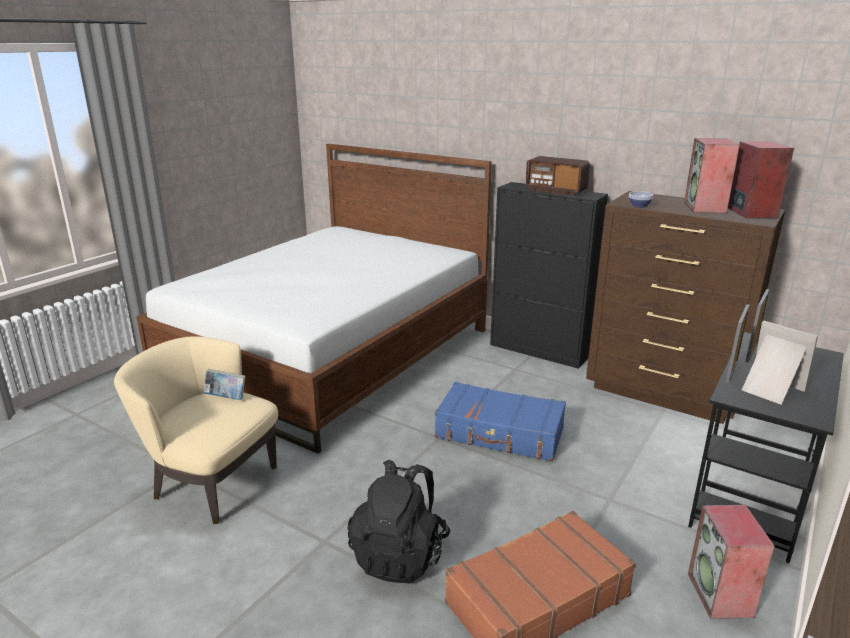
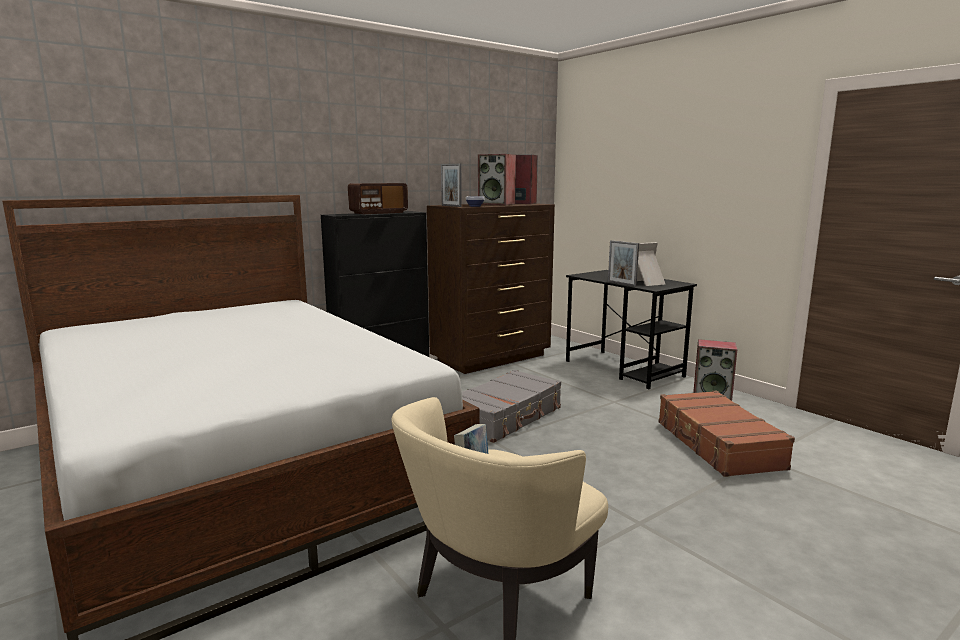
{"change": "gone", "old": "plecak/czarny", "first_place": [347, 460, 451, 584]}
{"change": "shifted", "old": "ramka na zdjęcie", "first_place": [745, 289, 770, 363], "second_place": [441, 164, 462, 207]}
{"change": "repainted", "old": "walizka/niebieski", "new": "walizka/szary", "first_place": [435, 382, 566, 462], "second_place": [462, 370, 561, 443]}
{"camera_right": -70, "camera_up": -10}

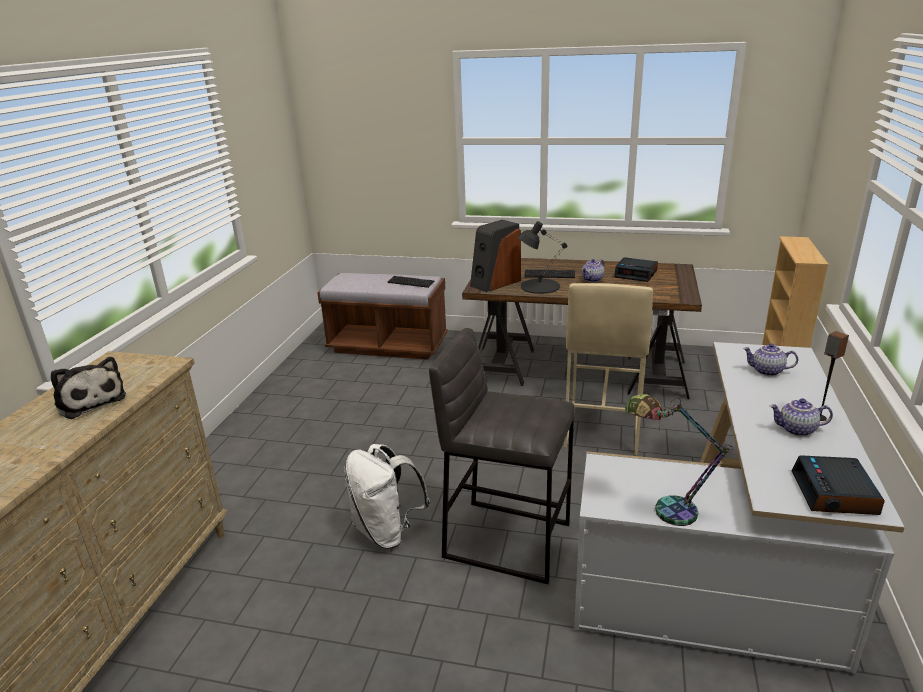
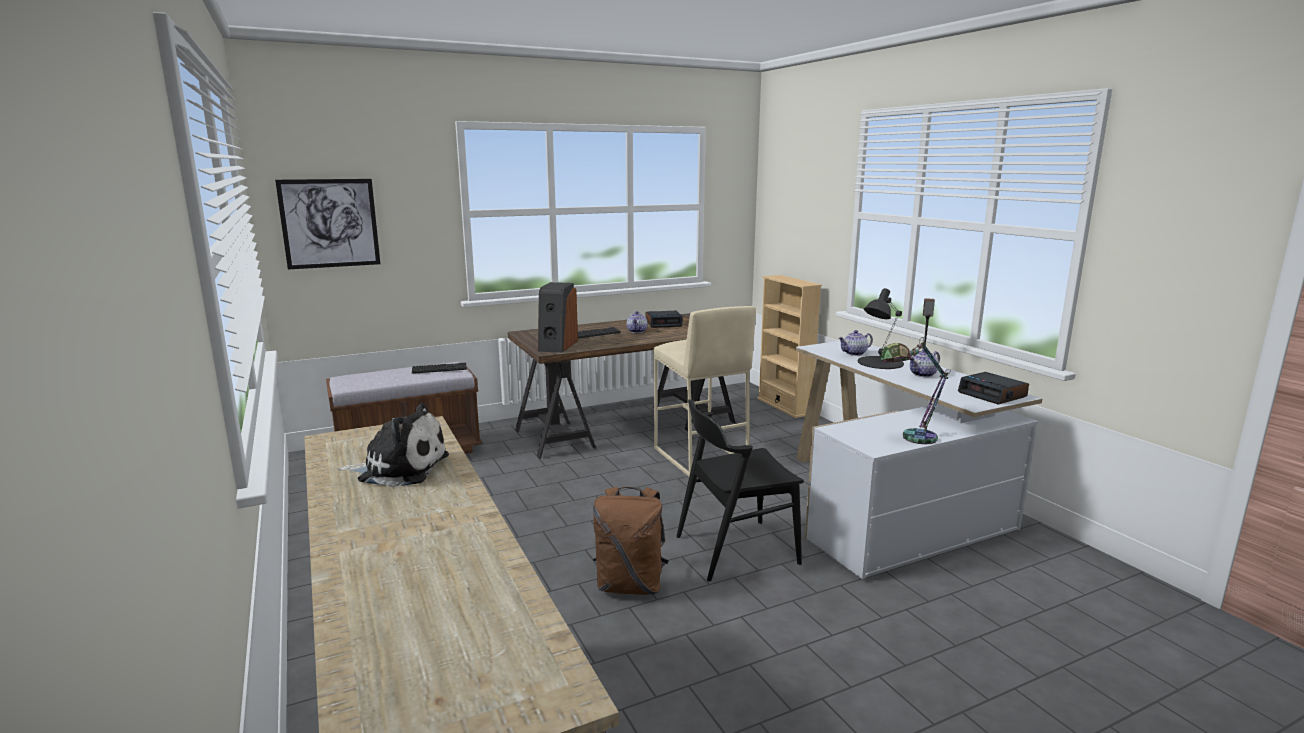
{"change": "new", "new": "obraz", "second_place": [275, 179, 380, 269]}
{"change": "shifted", "old": "lampa stołowa/czarny", "first_place": [517, 221, 567, 294], "second_place": [858, 288, 904, 369]}
{"change": "swapped", "old": "stołek/szary", "new": "krzesło/czarny", "first_place": [429, 328, 575, 584], "second_place": [676, 399, 804, 582]}
{"change": "repainted", "old": "plecak/biały", "new": "plecak/brązowy", "first_place": [344, 444, 430, 549], "second_place": [593, 486, 669, 595]}
{"camera_right": -40, "camera_up": -10}

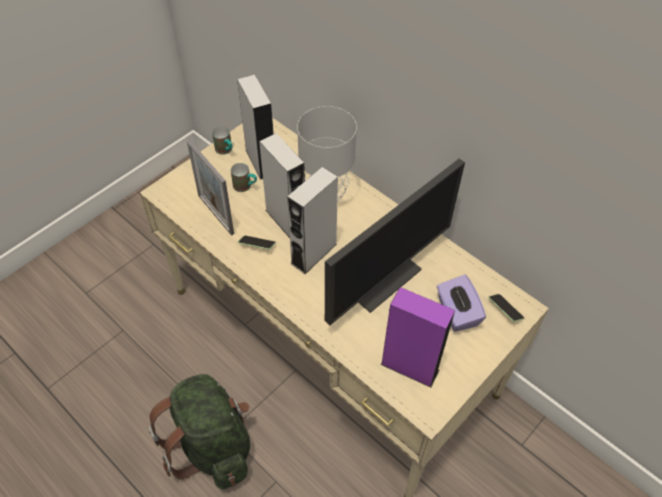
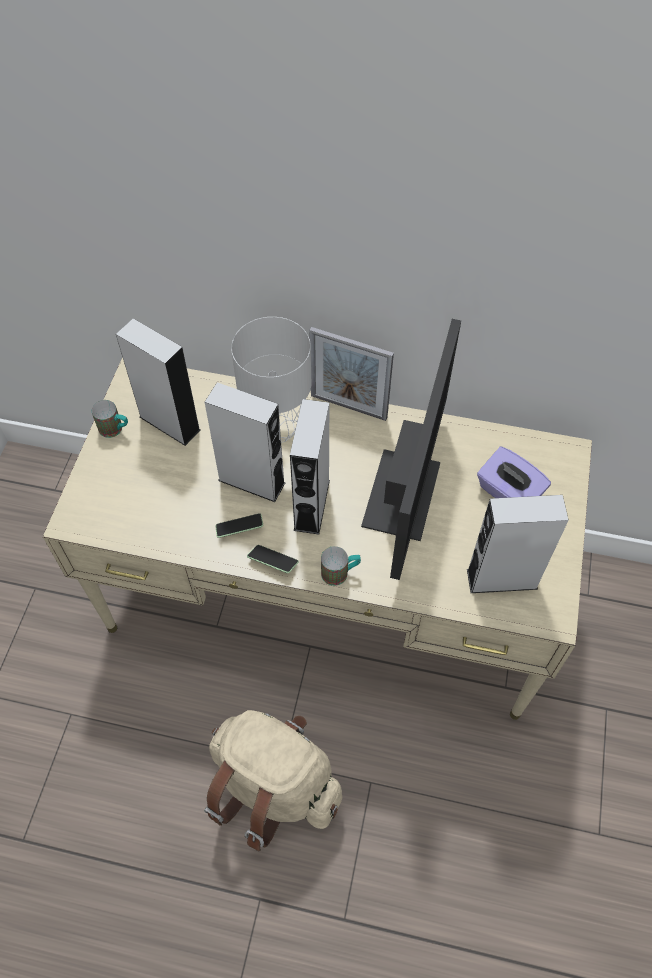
{"change": "shifted", "old": "ramka na zdjęcie", "first_place": [187, 140, 234, 236], "second_place": [309, 327, 394, 421]}
{"change": "shifted", "old": "kubek", "first_place": [231, 163, 257, 192], "second_place": [321, 546, 361, 586]}
{"change": "shifted", "old": "telefon", "first_place": [488, 294, 524, 322], "second_place": [247, 545, 299, 573]}
{"change": "repainted", "old": "plecak/zielony", "new": "plecak/beżowy", "first_place": [148, 374, 250, 490], "second_place": [204, 710, 342, 851]}
{"change": "repainted", "old": "głośnik/fioletowy", "new": "głośnik/szary", "first_place": [380, 287, 455, 388], "second_place": [467, 495, 569, 593]}
{"camera_right": -30, "camera_up": 5}

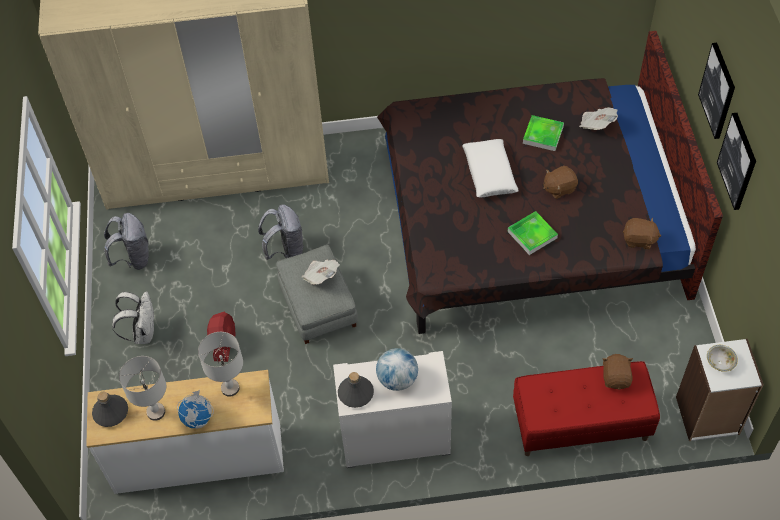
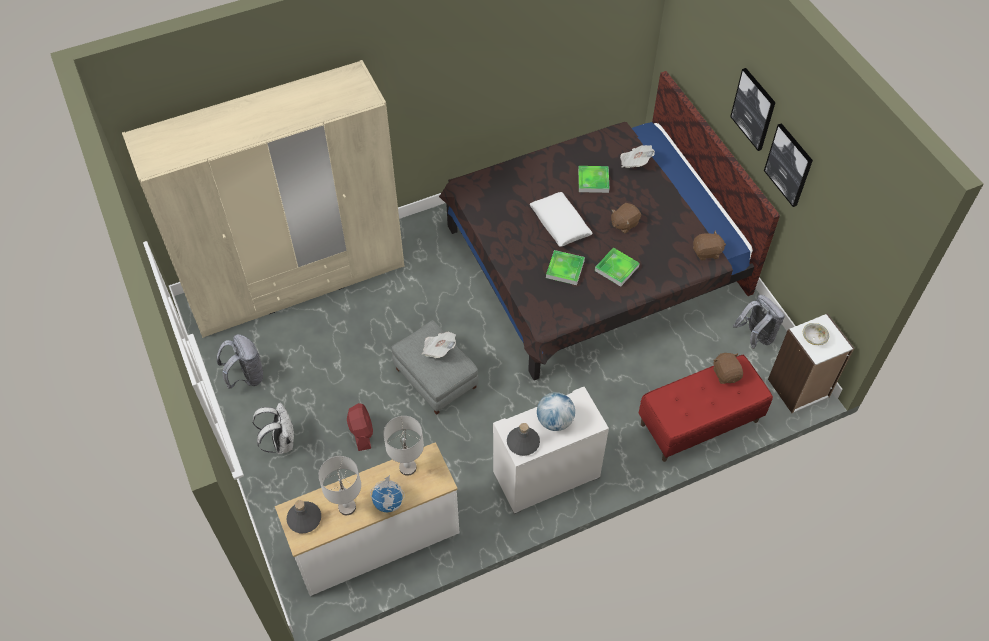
{"change": "new", "new": "taca", "second_place": [546, 250, 585, 285]}
{"change": "shifted", "old": "plecak/szary", "first_place": [258, 204, 304, 260], "second_place": [733, 295, 785, 349]}
{"camera_right": -20, "camera_up": 0}

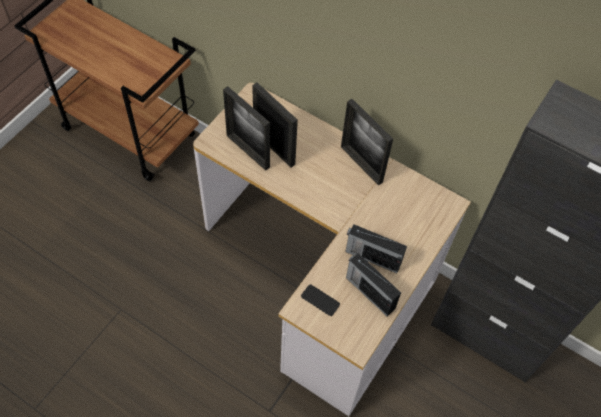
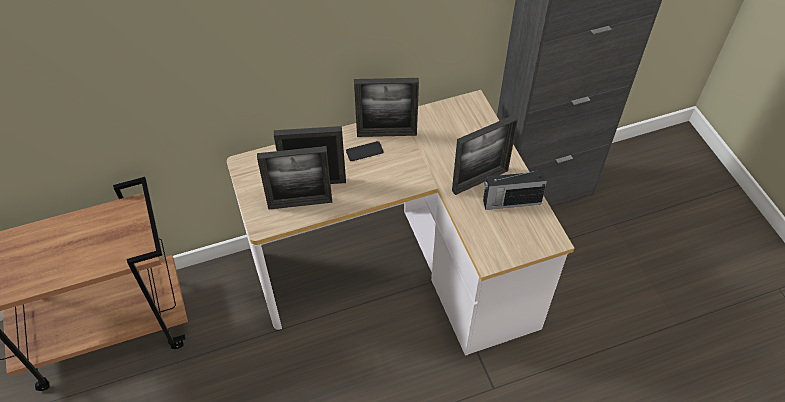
{"change": "shifted", "old": "telefon", "first_place": [301, 284, 340, 316], "second_place": [346, 141, 383, 161]}
{"change": "swapped", "old": "radio", "new": "ramka na zdjęcie", "first_place": [345, 224, 407, 273], "second_place": [452, 115, 518, 195]}
{"camera_right": -50, "camera_up": -5}

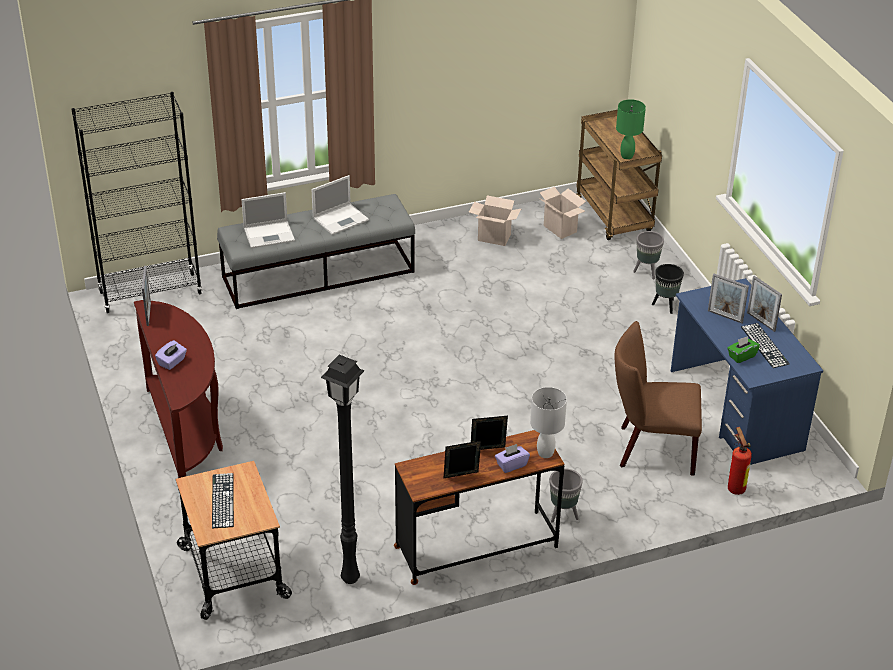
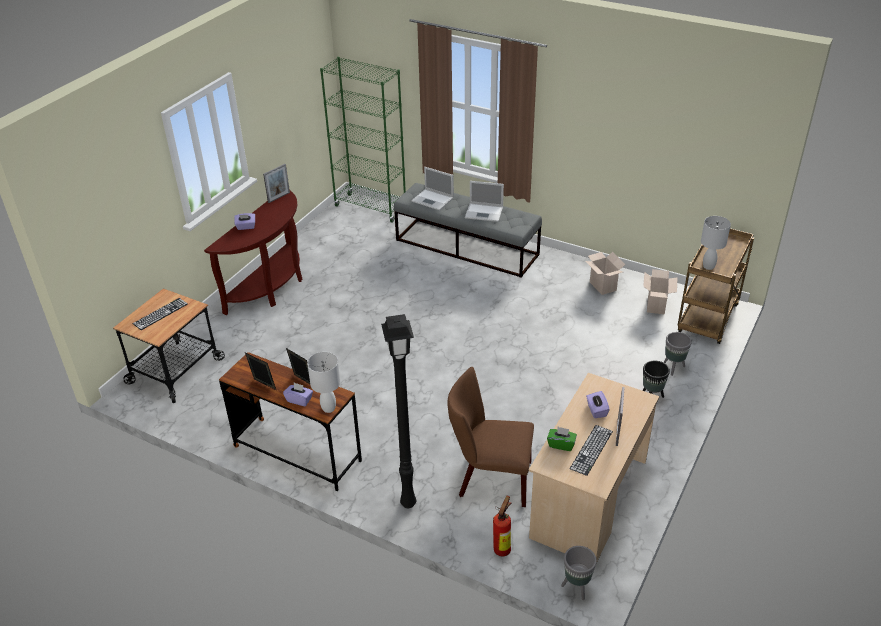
{"change": "shifted", "old": "lampa stojąca/czarny", "first_place": [321, 355, 365, 584], "second_place": [381, 314, 416, 508]}
{"change": "shifted", "old": "donica/szary", "first_place": [549, 469, 583, 523], "second_place": [561, 546, 597, 600]}
{"change": "swapped", "old": "ramka na zdjęcie", "new": "pudełko chusteczek/fioletowy", "first_place": [708, 274, 749, 323], "second_place": [586, 391, 610, 418]}
{"change": "repainted", "old": "regał/czarny", "new": "regał/zielony", "first_place": [71, 92, 203, 313], "second_place": [320, 57, 406, 223]}
{"change": "repainted", "old": "lampa stołowa/zielony", "new": "lampa stołowa/biały", "first_place": [616, 99, 646, 159], "second_place": [701, 216, 731, 270]}
{"change": "repainted", "old": "biurko/niebieski", "new": "biurko/beżowy", "first_place": [671, 278, 823, 465], "second_place": [529, 373, 659, 563]}
{"change": "rotated", "old": "krzesło/brązowy", "first_place": [615, 321, 702, 476], "second_place": [447, 367, 534, 507], "degrees": -45}
{"camera_right": 50, "camera_up": 0}

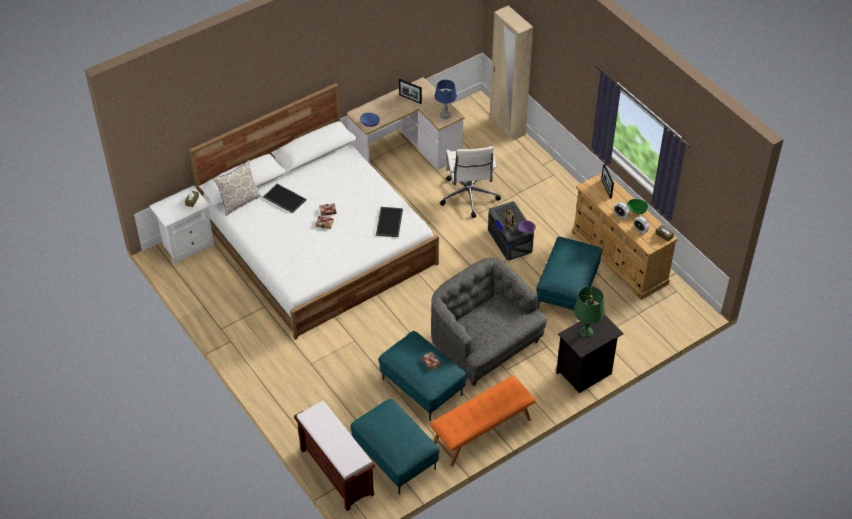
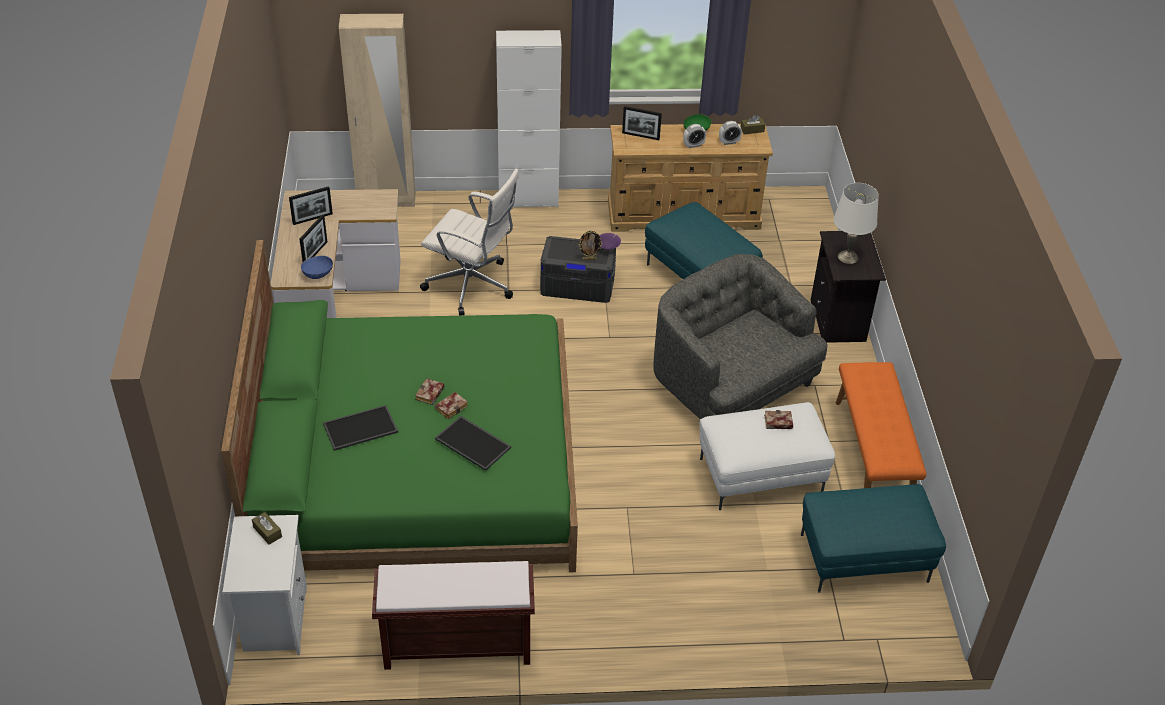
{"change": "gone", "old": "poduszka", "first_place": [213, 160, 261, 216]}
{"change": "gone", "old": "lampa stołowa/niebieski", "first_place": [435, 80, 457, 119]}
{"change": "new", "new": "ramka na zdjęcie", "second_place": [299, 215, 327, 262]}
{"change": "new", "new": "szafka/biały", "second_place": [496, 30, 562, 207]}
{"change": "shifted", "old": "ławka/brązowy", "first_place": [294, 401, 375, 511], "second_place": [372, 561, 535, 670]}
{"change": "shifted", "old": "taca", "first_place": [376, 207, 403, 237], "second_place": [435, 416, 511, 471]}
{"change": "repainted", "old": "łóżko/biały", "new": "łóżko/zielony", "first_place": [189, 83, 439, 340], "second_place": [221, 240, 578, 572]}
{"change": "repainted", "old": "pufa/turkusowy", "new": "pufa/biały", "first_place": [378, 331, 467, 421], "second_place": [699, 402, 835, 510]}
{"change": "repainted", "old": "lampa stołowa/zielony", "new": "lampa stołowa/biały", "first_place": [574, 286, 605, 338], "second_place": [834, 183, 879, 264]}
{"change": "rotated", "old": "fotel/szary", "first_place": [431, 258, 546, 386], "second_place": [653, 254, 828, 419], "degrees": 60}
{"camera_right": -60, "camera_up": -5}

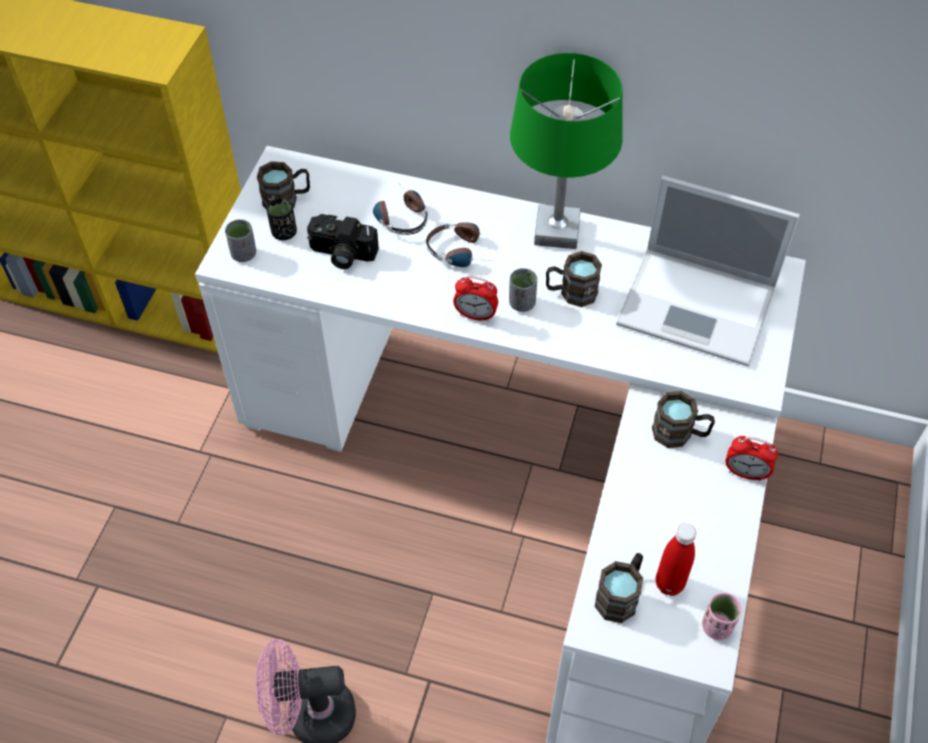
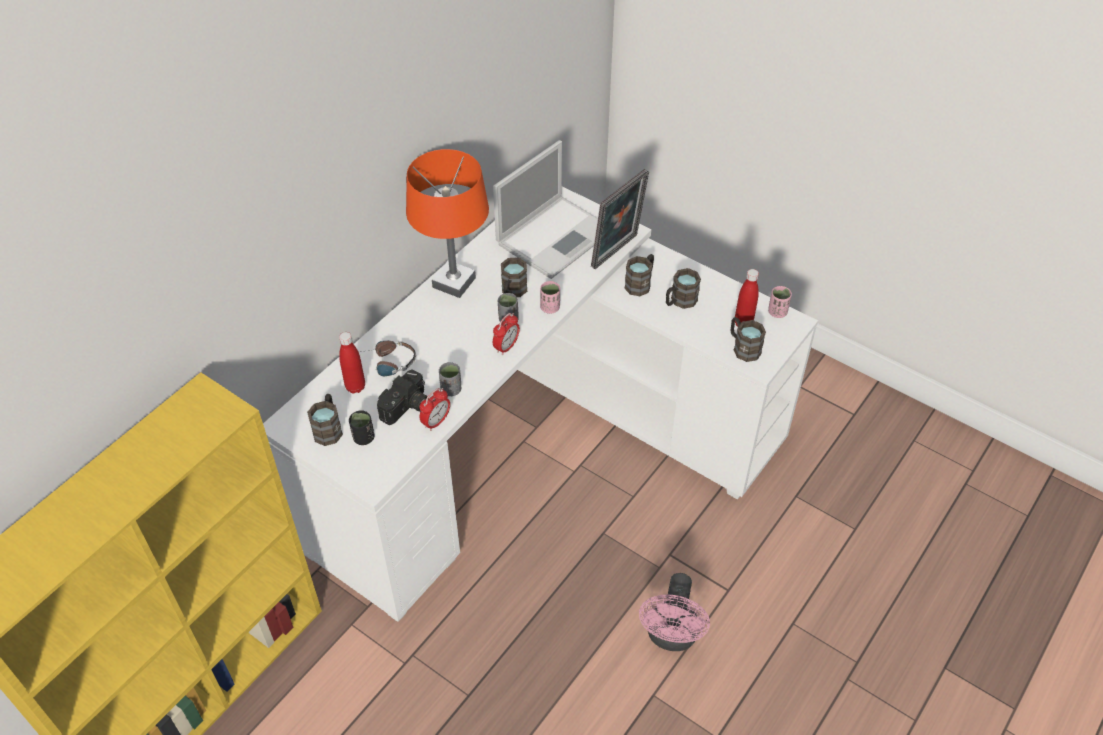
{"change": "gone", "old": "słuchawki", "first_place": [426, 222, 488, 267]}
{"change": "new", "new": "butelka/czerwony", "second_place": [339, 332, 365, 394]}
{"change": "new", "new": "filiżanka/różowy", "second_place": [540, 281, 560, 314]}
{"change": "new", "new": "ramka na zdjęcie", "second_place": [591, 169, 649, 269]}
{"change": "new", "new": "kubek/brązowy", "second_place": [666, 268, 701, 309]}
{"change": "shifted", "old": "filiżanka/szary", "first_place": [225, 219, 256, 262], "second_place": [439, 362, 461, 396]}
{"change": "shifted", "old": "budzik", "first_place": [725, 436, 778, 482], "second_place": [420, 388, 450, 431]}
{"change": "repainted", "old": "lampa stołowa/zielony", "new": "lampa stołowa/pomarańczowy", "first_place": [510, 53, 622, 249], "second_place": [406, 149, 489, 298]}
{"camera_right": -70, "camera_up": -5}

